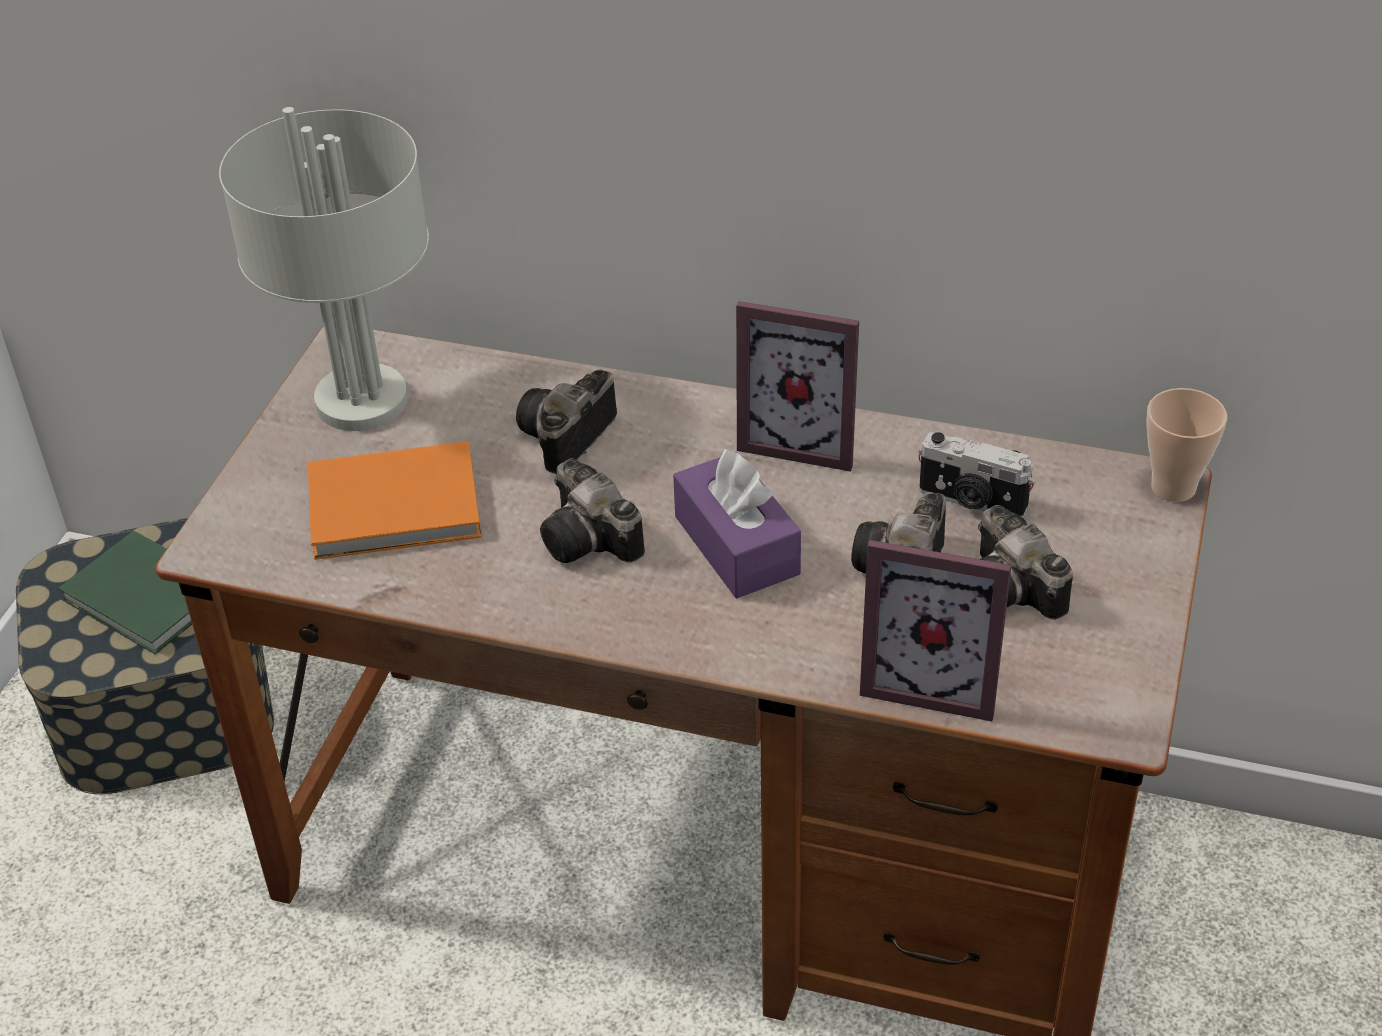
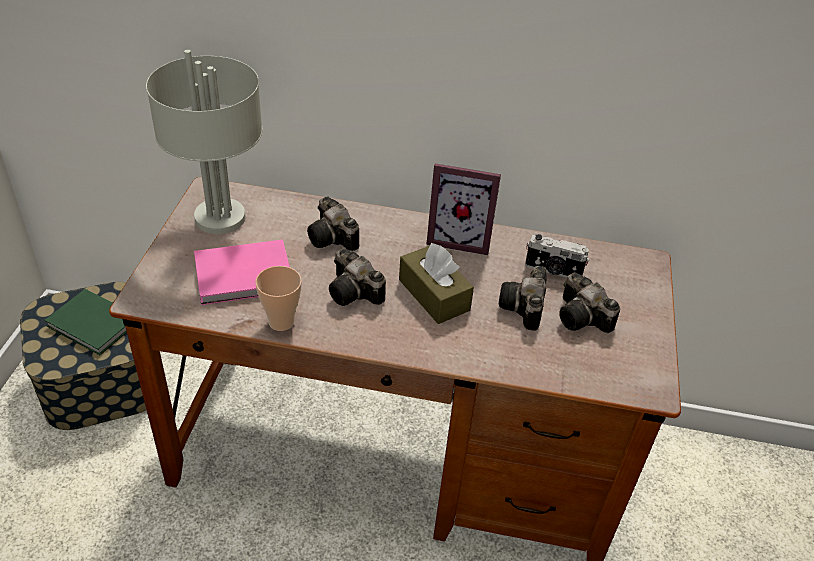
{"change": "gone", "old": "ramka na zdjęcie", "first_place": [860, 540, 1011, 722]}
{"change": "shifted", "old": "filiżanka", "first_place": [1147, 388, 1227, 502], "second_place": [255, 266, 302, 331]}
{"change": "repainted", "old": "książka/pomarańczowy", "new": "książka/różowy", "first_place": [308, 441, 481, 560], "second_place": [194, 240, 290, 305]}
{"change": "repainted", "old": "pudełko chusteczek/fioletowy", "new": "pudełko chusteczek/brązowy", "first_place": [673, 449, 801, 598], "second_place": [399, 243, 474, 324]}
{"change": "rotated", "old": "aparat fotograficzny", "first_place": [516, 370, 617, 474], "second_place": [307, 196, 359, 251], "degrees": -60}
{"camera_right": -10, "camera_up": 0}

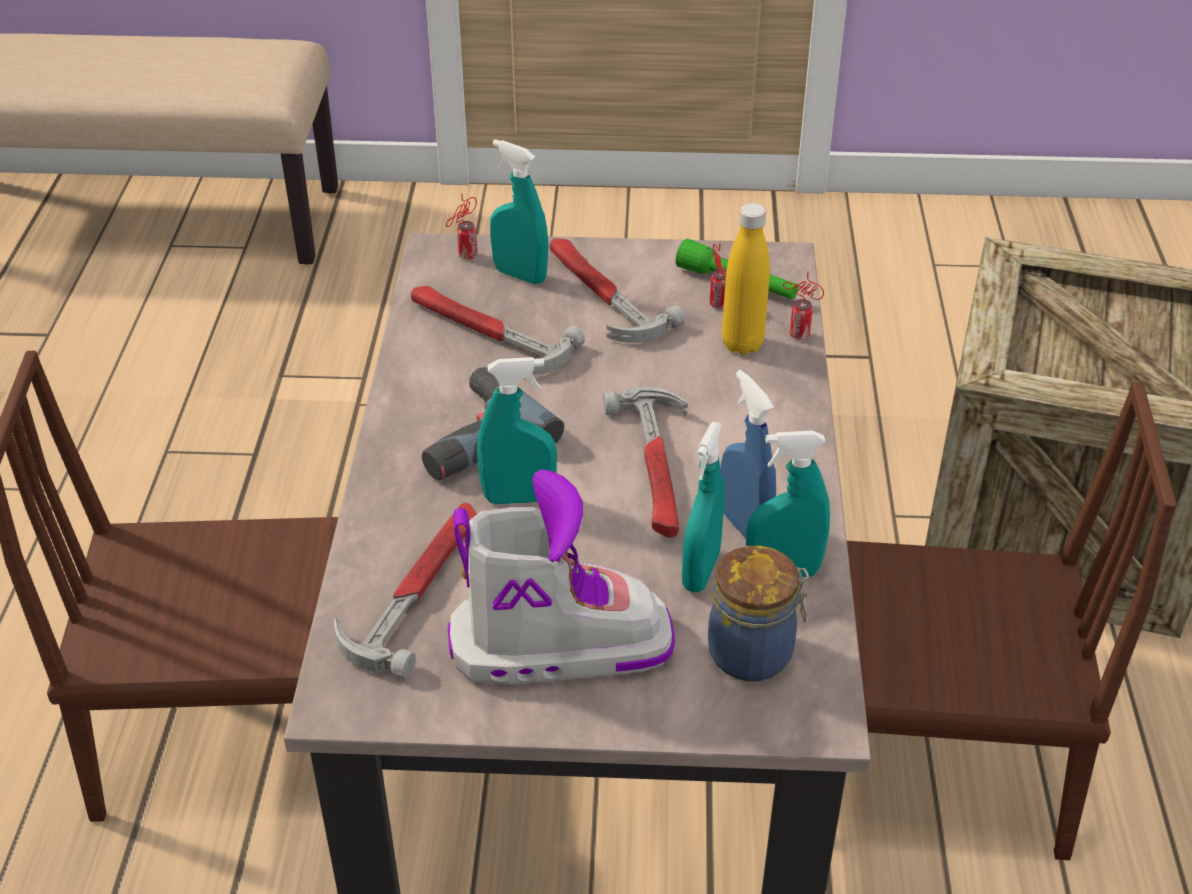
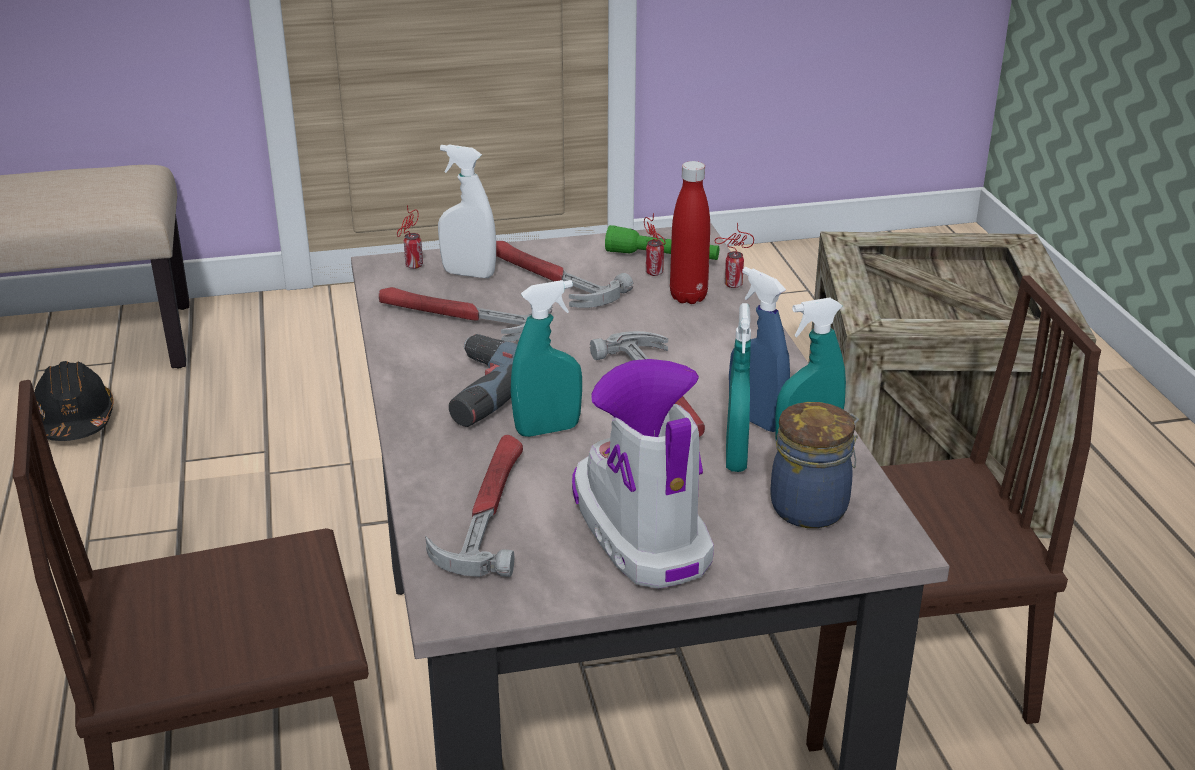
{"change": "new", "new": "kask/czarny", "second_place": [34, 361, 114, 441]}
{"change": "repainted", "old": "spryskiwacz/turkusowy", "new": "spryskiwacz/biały", "first_place": [490, 139, 549, 284], "second_place": [438, 144, 496, 278]}
{"change": "repainted", "old": "butelka/żółty", "new": "butelka/czerwony", "first_place": [722, 203, 770, 355], "second_place": [670, 161, 710, 304]}
{"change": "rotated", "old": "but z cholewką", "first_place": [448, 470, 675, 685], "second_place": [572, 359, 714, 589], "degrees": -90}
{"camera_right": -15, "camera_up": -10}

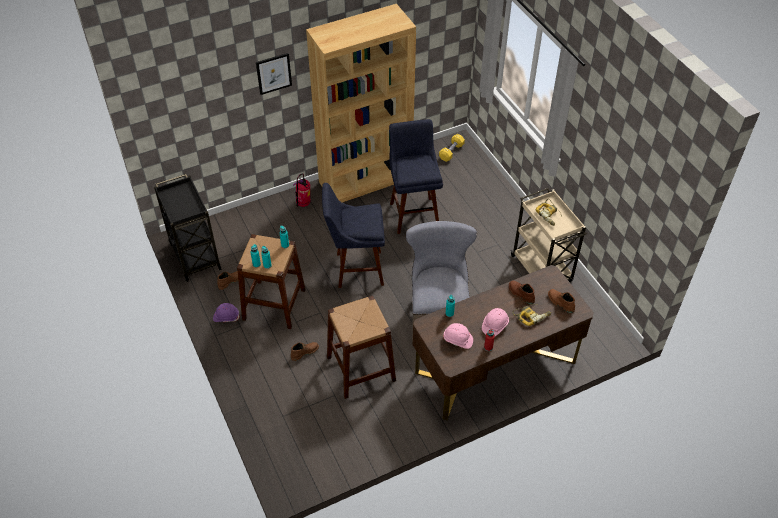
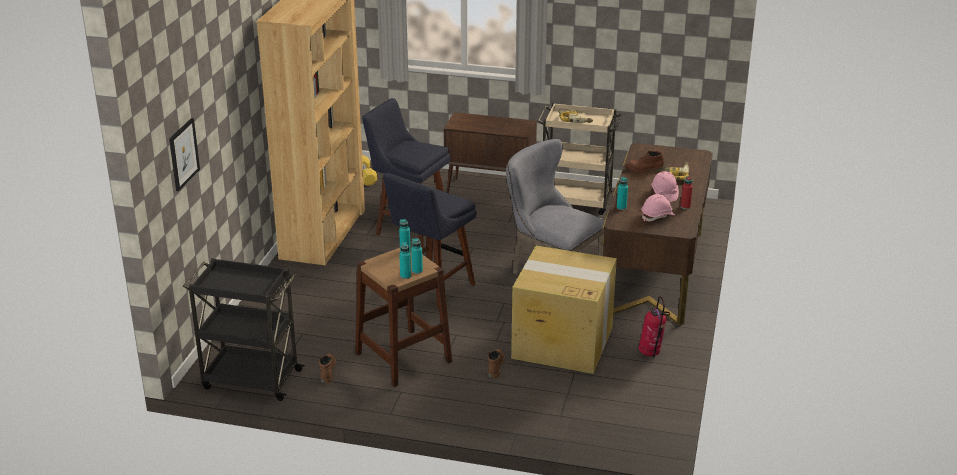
{"change": "gone", "old": "kask/fioletowy", "first_place": [213, 303, 240, 322]}
{"change": "gone", "old": "but z cholewką/brązowy", "first_place": [548, 289, 575, 313]}
{"change": "new", "new": "szafka/brązowy", "second_place": [444, 112, 537, 193]}
{"change": "shifted", "old": "obraz", "first_place": [256, 53, 292, 95], "second_place": [169, 118, 200, 191]}
{"change": "shifted", "old": "gaśnica", "first_place": [293, 173, 311, 207], "second_place": [638, 296, 670, 357]}
{"change": "swapped", "old": "stołek/brązowy", "new": "karton", "first_place": [327, 296, 396, 399], "second_place": [511, 246, 617, 374]}
{"camera_right": -50, "camera_up": -20}

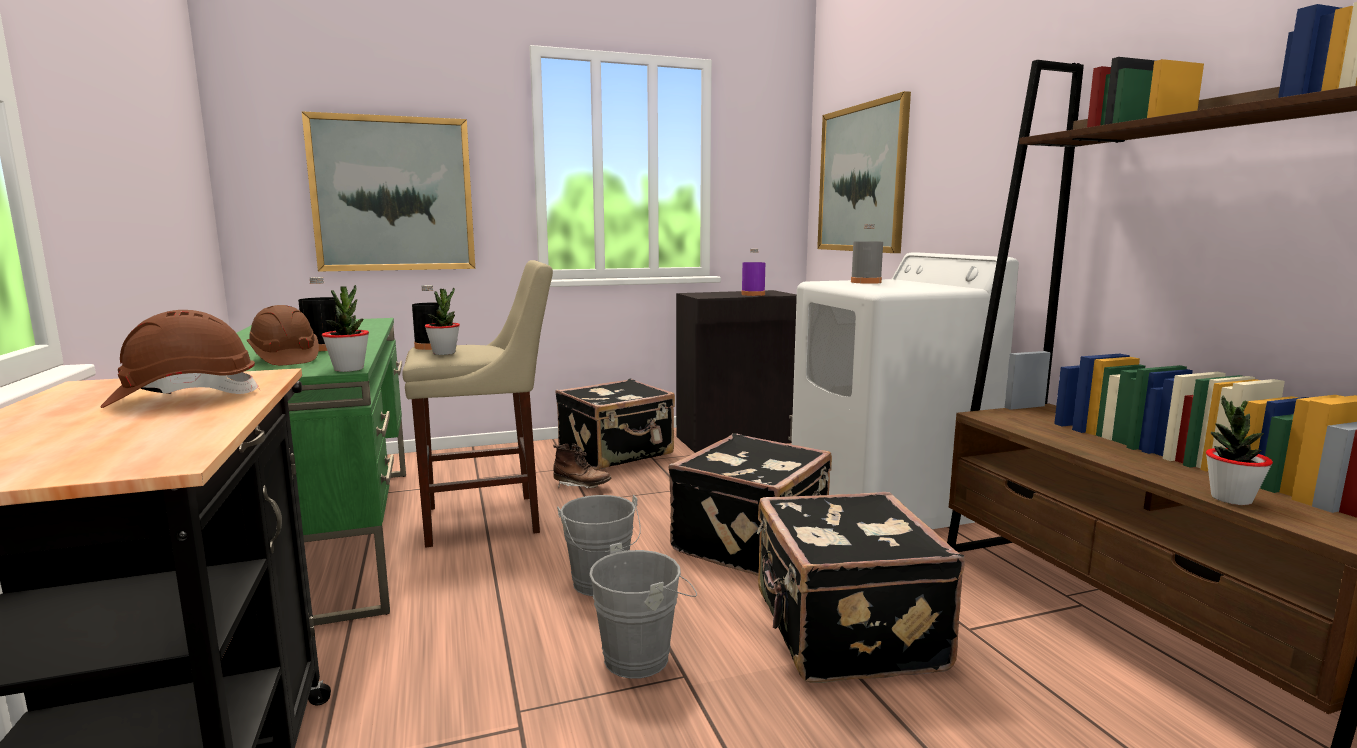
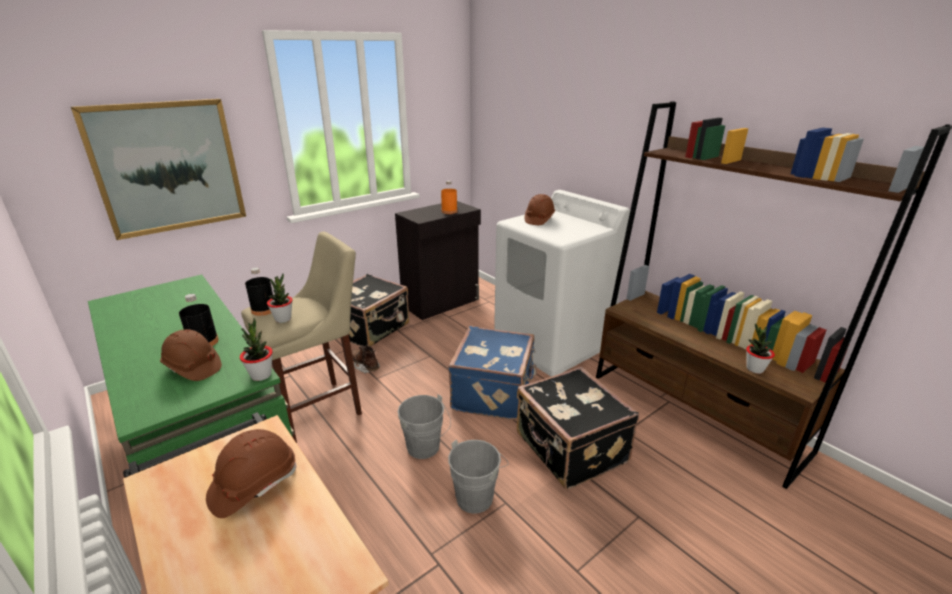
{"change": "gone", "old": "obraz", "first_place": [817, 91, 911, 253]}
{"change": "swapped", "old": "butelka/szary", "new": "kask/brązowy", "first_place": [851, 224, 883, 284], "second_place": [525, 194, 556, 225]}
{"change": "repainted", "old": "walizka/czarny", "new": "walizka/niebieski", "first_place": [669, 433, 832, 576], "second_place": [448, 326, 537, 420]}
{"change": "repainted", "old": "butelka/fioletowy", "new": "butelka/pomarańczowy", "first_place": [741, 249, 765, 296], "second_place": [441, 181, 457, 214]}
{"change": "rotated", "old": "but z cholewką/brązowy", "first_place": [553, 444, 611, 489], "second_place": [352, 345, 380, 374], "degrees": -135}
{"camera_right": -20, "camera_up": 15}

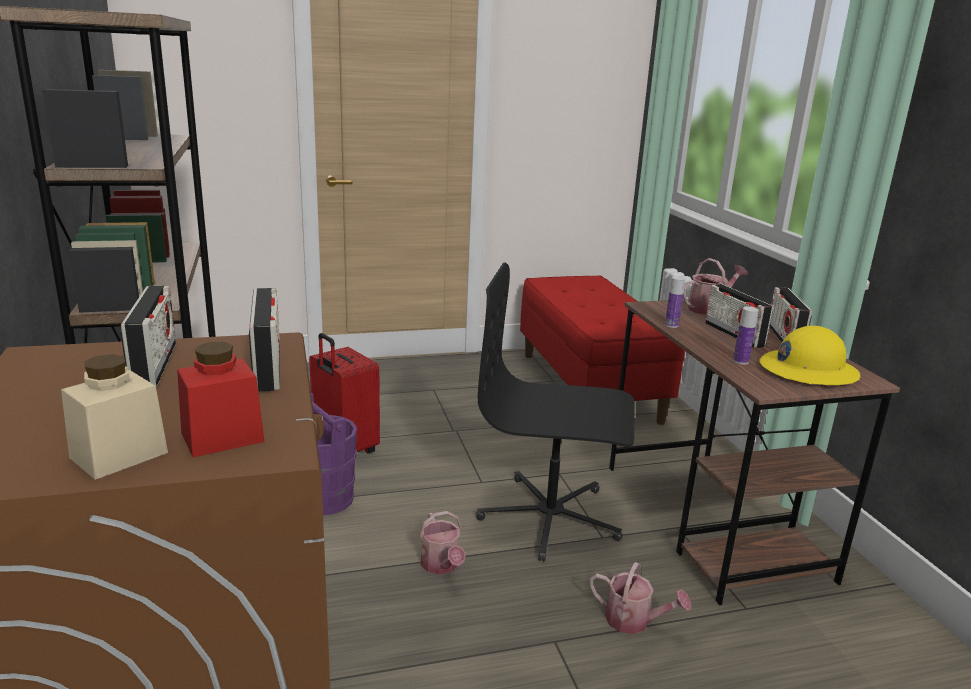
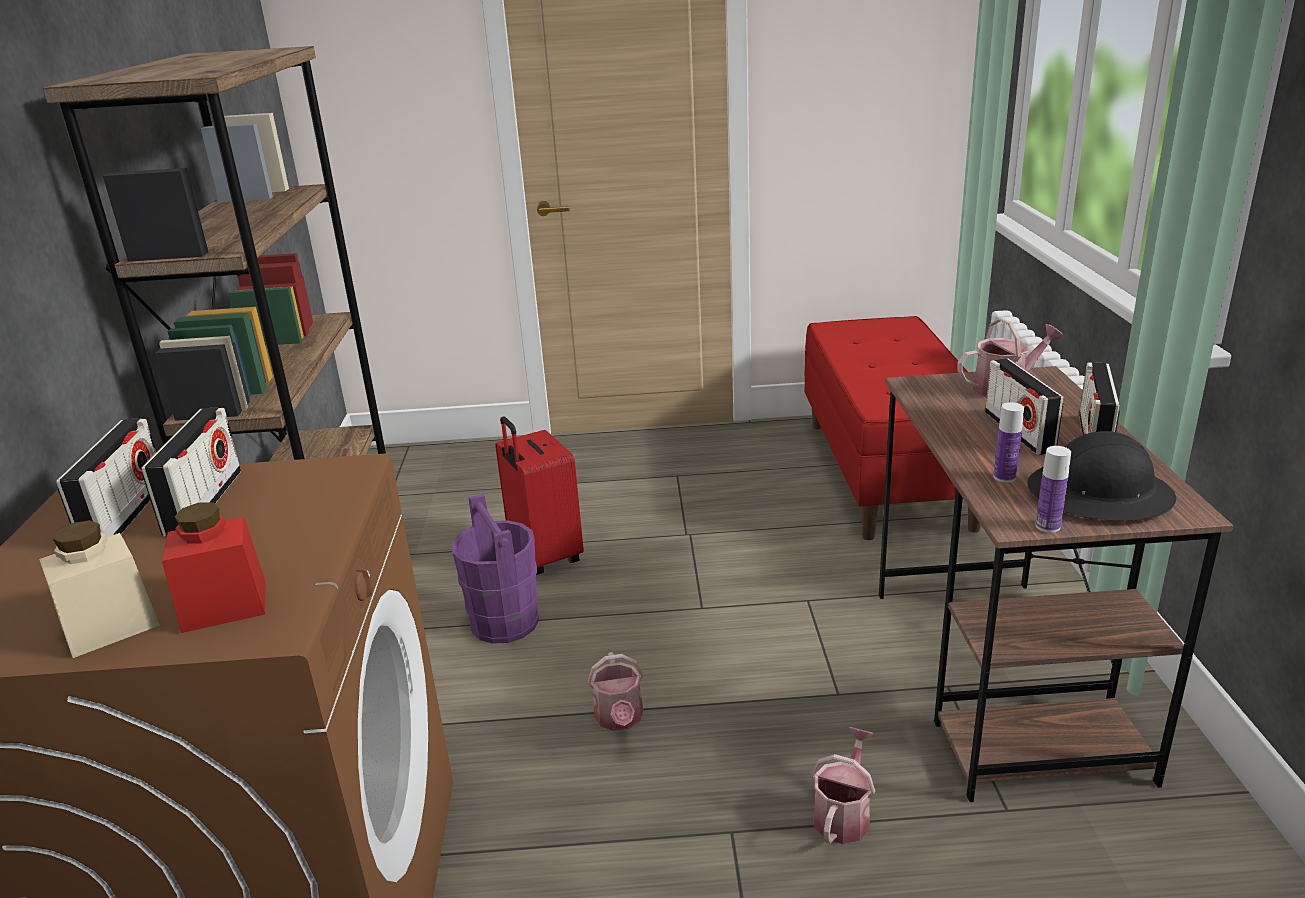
{"change": "gone", "old": "krzesło biurowe/czarny", "first_place": [476, 262, 634, 562]}
{"change": "shifted", "old": "radio", "first_place": [249, 288, 280, 392], "second_place": [56, 418, 156, 537]}
{"change": "shifted", "old": "butelka", "first_place": [665, 276, 685, 328], "second_place": [1036, 446, 1071, 533]}
{"change": "repainted", "old": "kask/żółty", "new": "kask/czarny", "first_place": [759, 326, 860, 385], "second_place": [1027, 431, 1177, 521]}
{"change": "rotated", "old": "konewka", "first_place": [589, 562, 691, 634], "second_place": [811, 727, 875, 844], "degrees": -105}
{"camera_right": 15, "camera_up": 5}

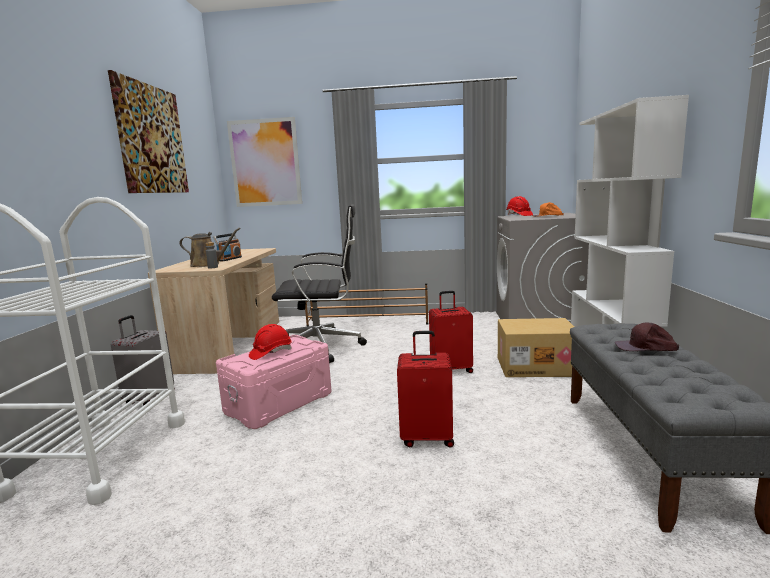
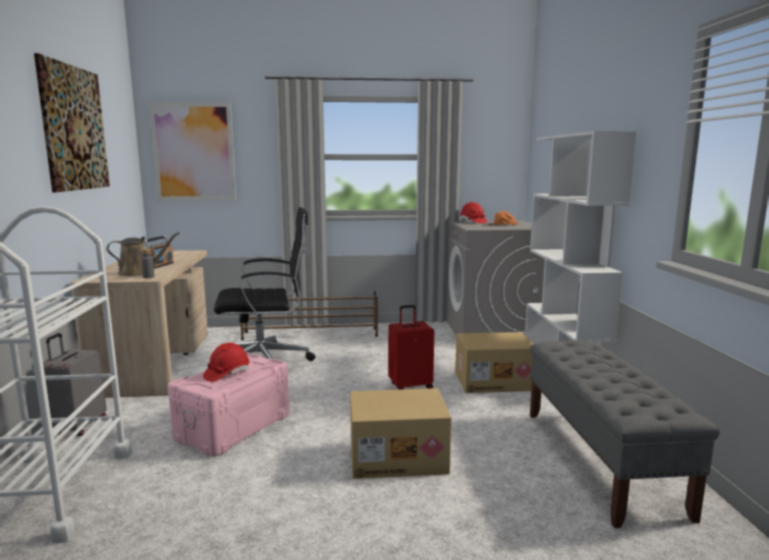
{"change": "gone", "old": "czapka z daszkiem/brązowy", "first_place": [615, 323, 679, 351]}
{"change": "swapped", "old": "walizka/czerwony", "new": "karton", "first_place": [397, 331, 454, 447], "second_place": [350, 388, 451, 479]}
{"camera_right": -10, "camera_up": 0}

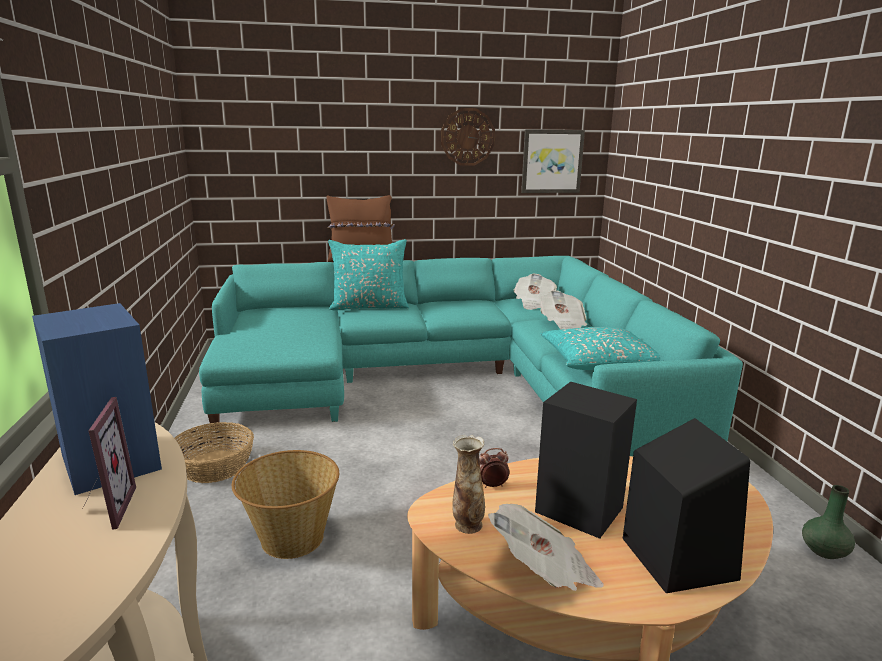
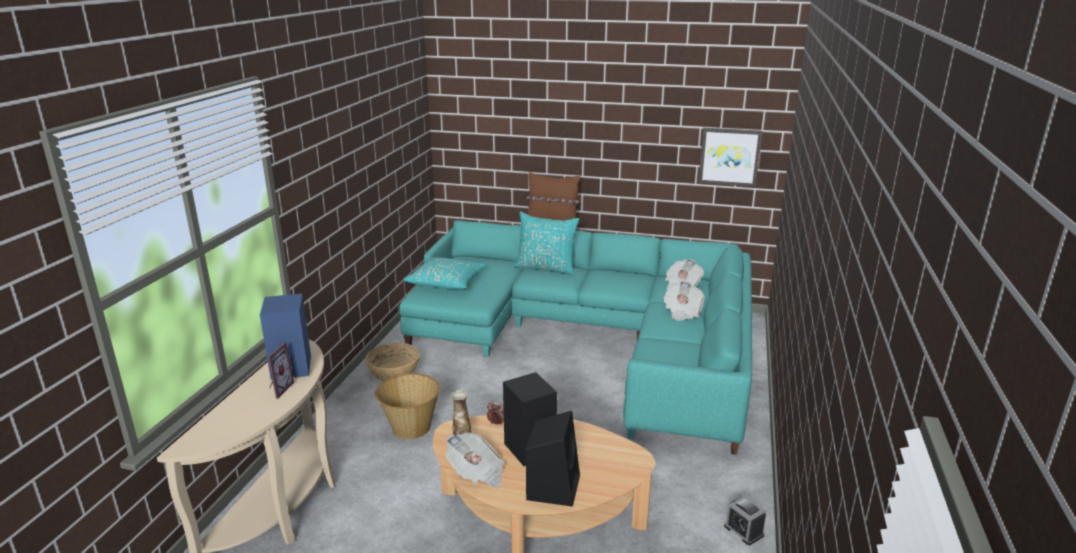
{"change": "gone", "old": "zegar ścienny", "first_place": [441, 108, 495, 166]}
{"change": "shifted", "old": "poduszka/turkusowy", "first_place": [541, 327, 660, 370], "second_place": [404, 257, 487, 290]}
{"change": "swapped", "old": "wazon/zielony", "new": "budzik", "first_place": [802, 485, 855, 559], "second_place": [724, 495, 766, 545]}
{"camera_right": 25, "camera_up": 5}

